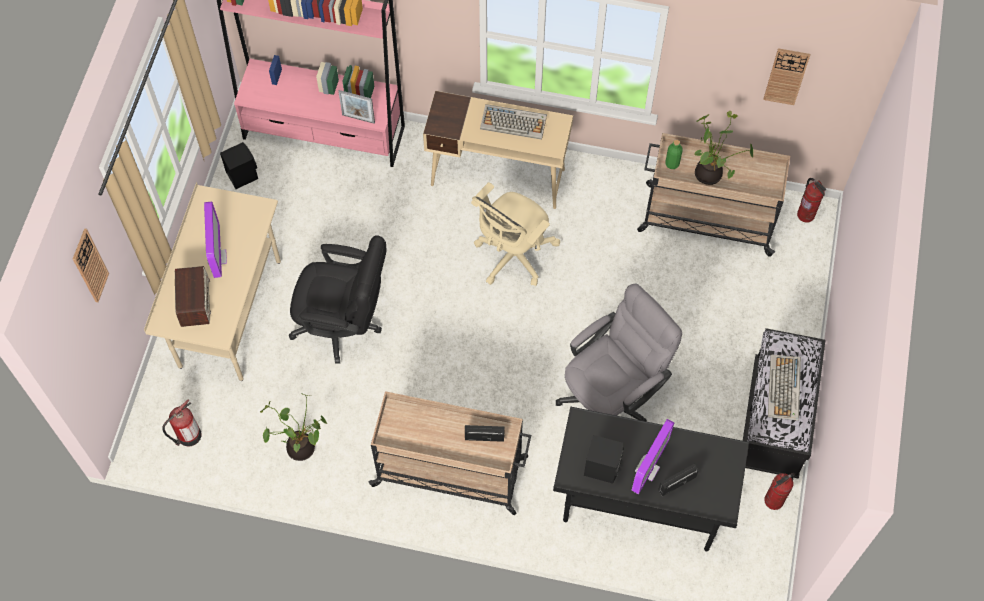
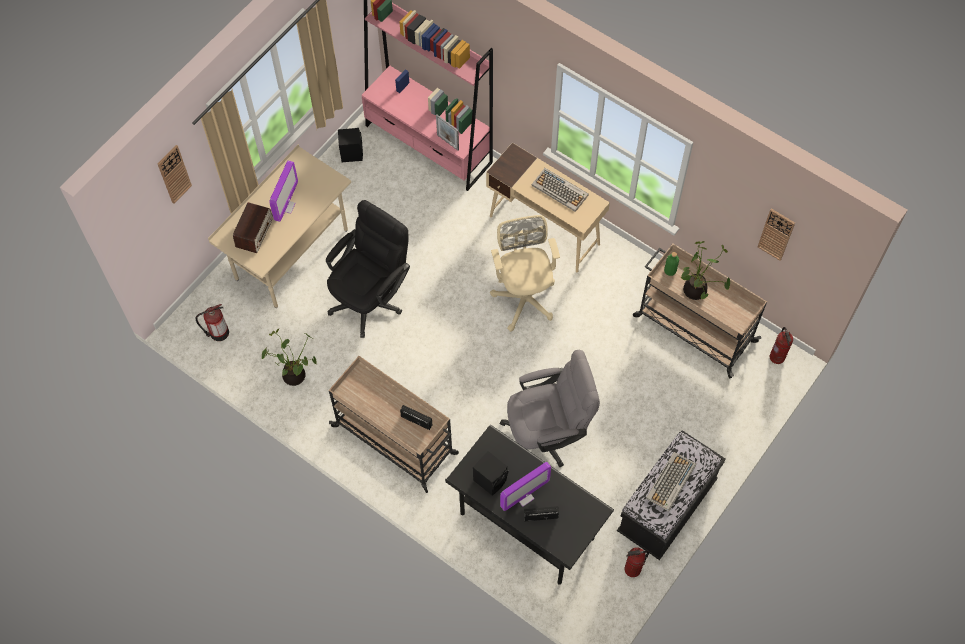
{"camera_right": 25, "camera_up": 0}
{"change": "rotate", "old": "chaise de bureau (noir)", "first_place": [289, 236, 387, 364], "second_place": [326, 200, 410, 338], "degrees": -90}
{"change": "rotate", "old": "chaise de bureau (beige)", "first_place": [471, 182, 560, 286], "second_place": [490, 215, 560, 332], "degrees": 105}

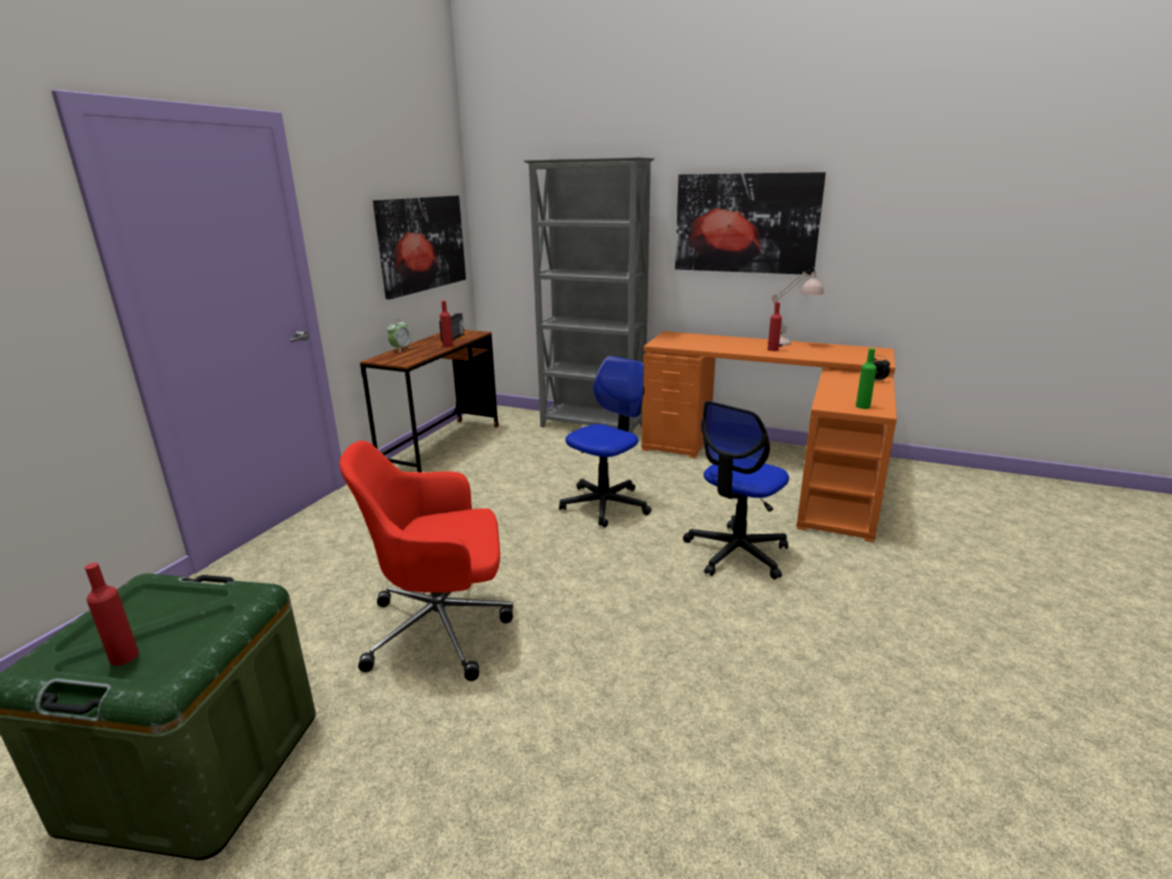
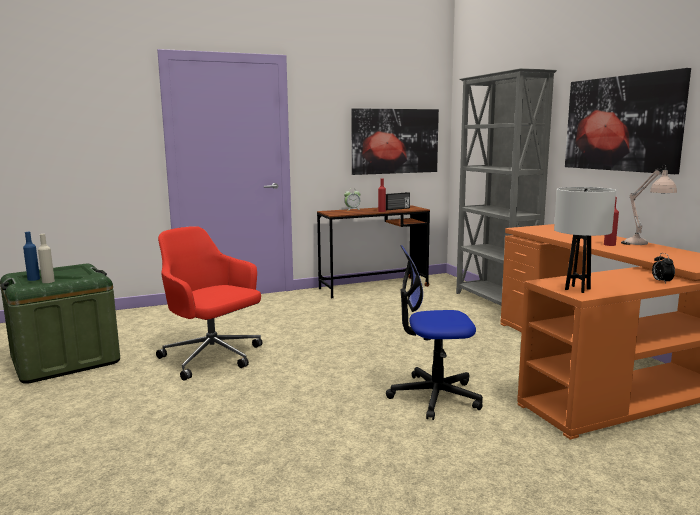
{"camera_right": 45, "camera_up": -10}
{"change": "recolor", "old": "bouteille (rouge)", "new": "bouteille (bleu)", "first_place": [85, 563, 139, 666], "second_place": [23, 232, 40, 281]}
{"change": "delete", "old": "chaise de bureau", "first_place": [559, 356, 652, 527]}
{"change": "replace", "old": "bouteille (vert)", "new": "lampe de table (blanc)", "first_place": [856, 348, 877, 409], "second_place": [554, 187, 616, 293]}
{"change": "insert", "new": "bouteille (beige)", "second_place": [38, 234, 55, 283]}

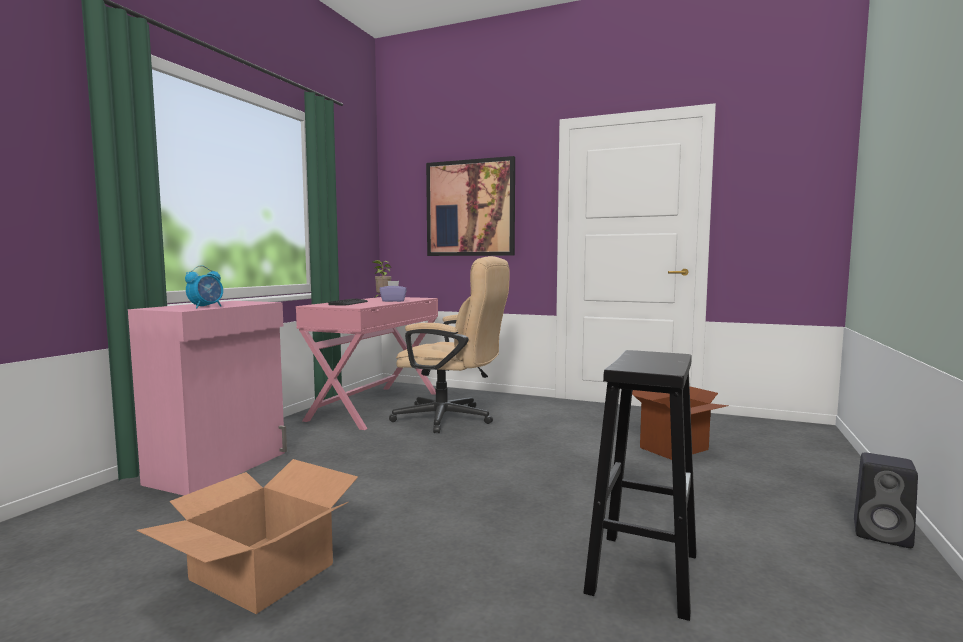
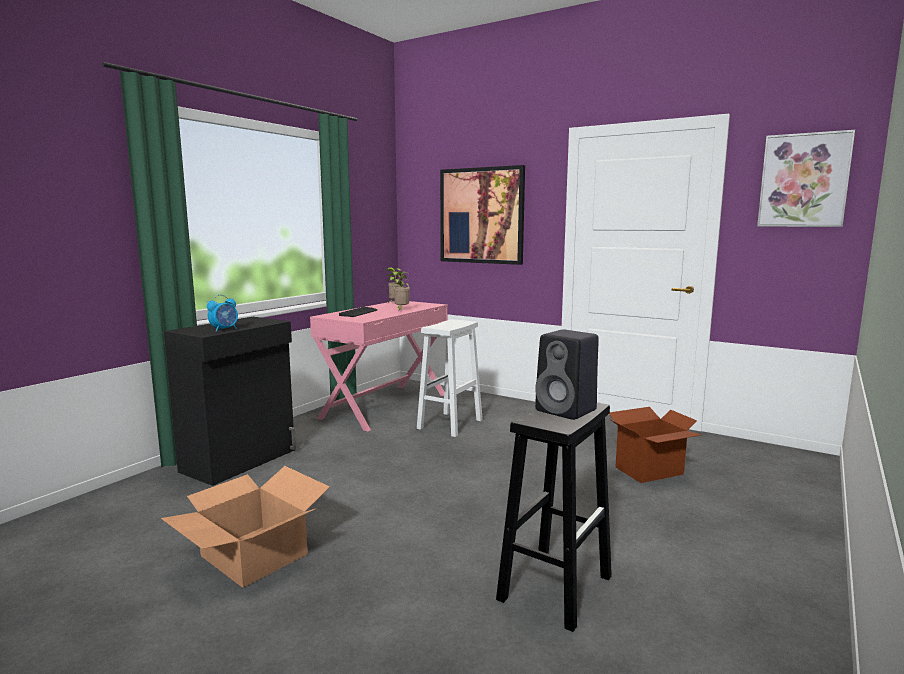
{"camera_right": 10, "camera_up": 5}
{"change": "recolor", "old": "meuble de rangement (rose)", "new": "meuble de rangement (noir)", "first_place": [128, 301, 287, 495], "second_place": [164, 317, 296, 486]}
{"change": "replace", "old": "boîte à mouchoirs (violet)", "new": "plante en pot", "first_place": [379, 281, 407, 302], "second_place": [392, 271, 410, 310]}
{"change": "replace", "old": "chaise de bureau (beige)", "new": "tabouret (blanc)", "first_place": [389, 256, 510, 433], "second_place": [417, 319, 483, 437]}
{"change": "move", "old": "enceinte (noir)", "first_place": [854, 452, 918, 548], "second_place": [535, 329, 599, 420]}
{"change": "insert", "new": "tableau", "second_place": [757, 130, 855, 227]}

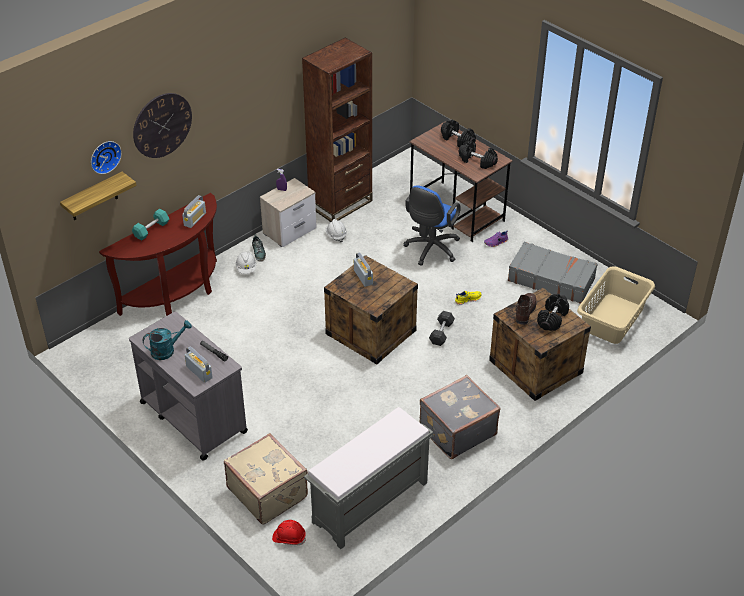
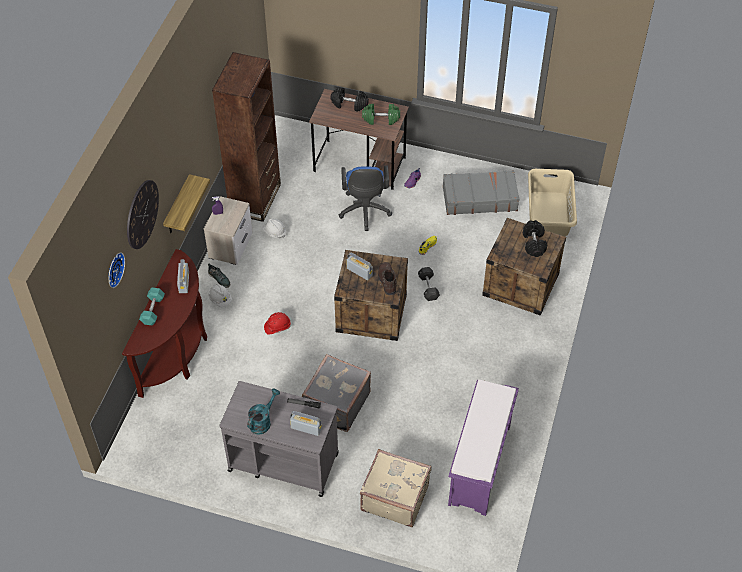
{"camera_right": -30, "camera_up": 10}
{"change": "move", "old": "étagère", "first_place": [60, 172, 136, 220], "second_place": [163, 174, 210, 233]}
{"change": "move", "old": "casque de chantier (rouge)", "first_place": [272, 520, 306, 545], "second_place": [264, 312, 291, 335]}
{"change": "recolor", "old": "banc (gris)", "new": "banc (violet)", "first_place": [304, 407, 434, 549], "second_place": [448, 380, 519, 516]}
{"change": "move", "old": "valise (gris)", "first_place": [419, 375, 501, 459], "second_place": [302, 354, 371, 432]}
{"change": "recolor", "old": "haltère (noir)", "new": "haltère (vert)", "first_place": [459, 141, 498, 169], "second_place": [362, 104, 400, 125]}
{"change": "move", "old": "botte (marron)", "first_place": [516, 293, 537, 325], "second_place": [378, 262, 397, 295]}

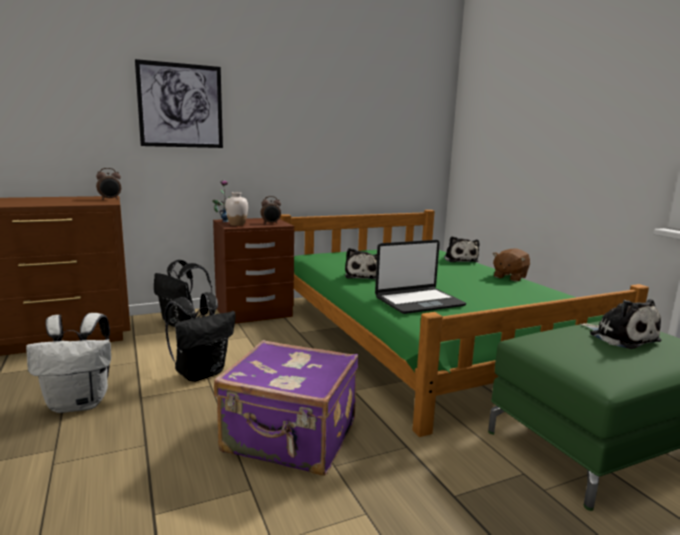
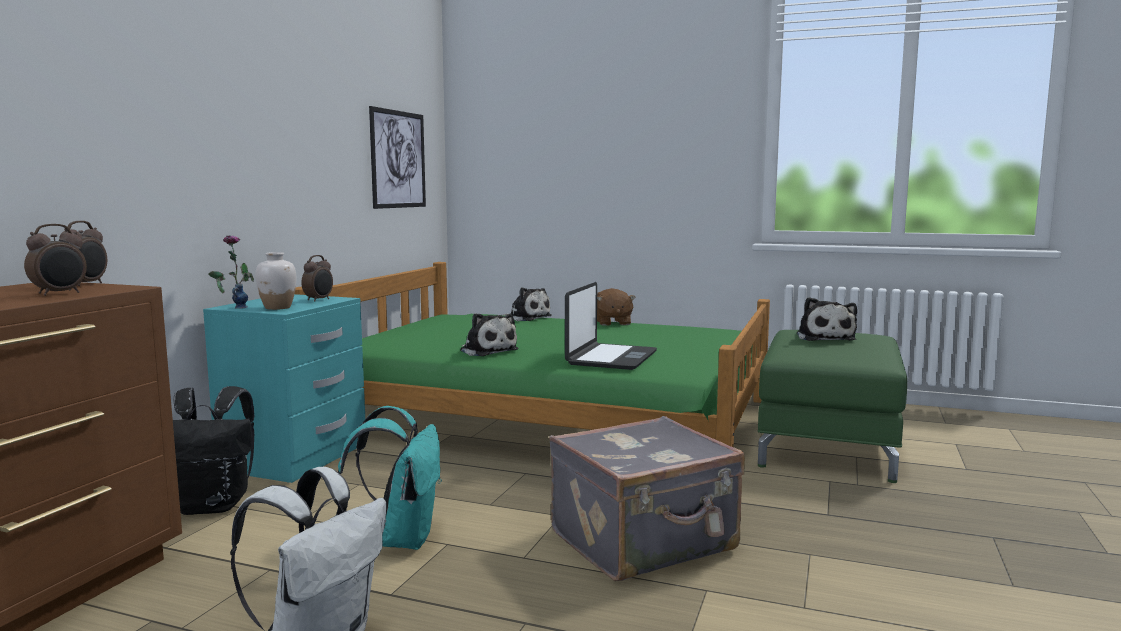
{"camera_right": -45, "camera_up": -5}
{"change": "move", "old": "tableau", "first_place": [135, 59, 223, 148], "second_place": [369, 106, 426, 209]}
{"change": "recolor", "old": "sac à dos (noir)", "new": "sac à dos (turquoise)", "first_place": [165, 292, 236, 382], "second_place": [338, 406, 442, 550]}
{"change": "recolor", "old": "table de chevet (marron)", "new": "table de chevet (turquoise)", "first_place": [213, 218, 294, 324], "second_place": [203, 294, 365, 483]}
{"change": "recolor", "old": "valise (violet)", "new": "valise (gris)", "first_place": [214, 340, 358, 476], "second_place": [549, 416, 745, 581]}
{"change": "rotate", "old": "peluche", "first_place": [580, 299, 661, 349], "second_place": [797, 297, 857, 341], "degrees": 75}
{"change": "insert", "new": "réveil", "second_place": [24, 224, 87, 296]}

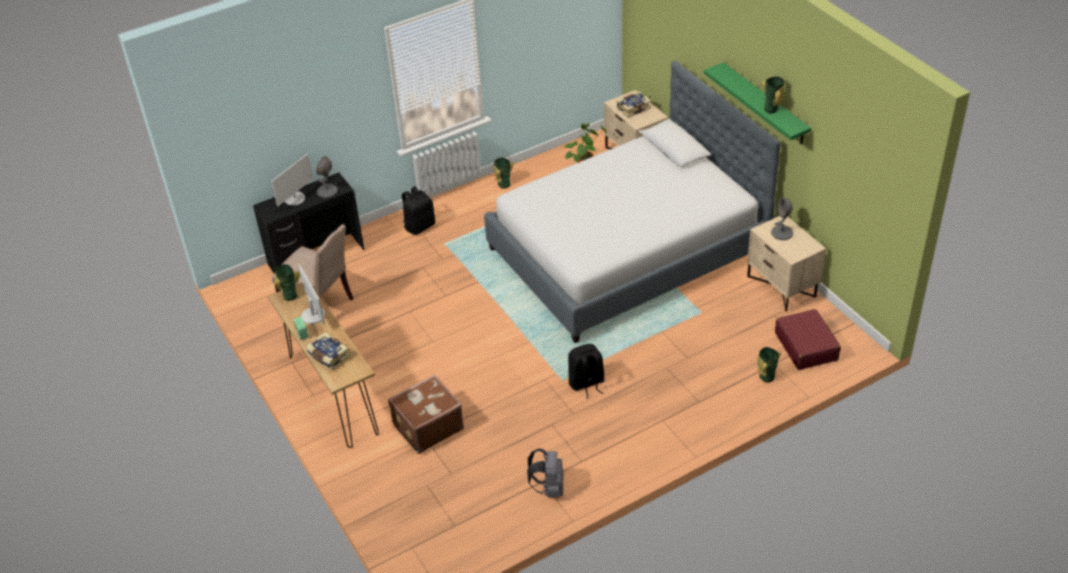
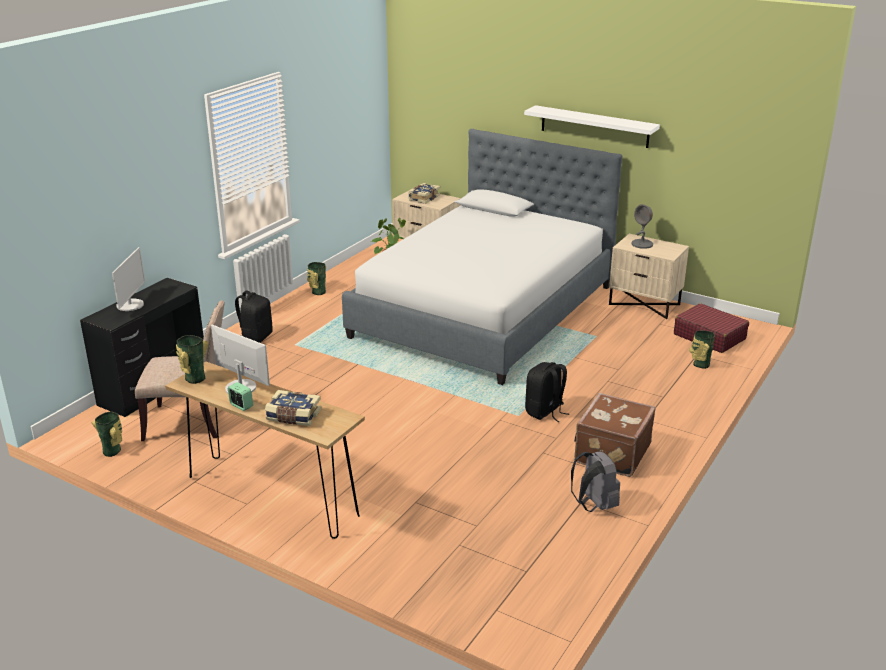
{"camera_right": -30, "camera_up": -15}
{"change": "delete", "old": "lampe de table (gris)", "first_place": [316, 156, 338, 198]}
{"change": "move", "old": "valise (marron)", "first_place": [388, 374, 464, 454], "second_place": [574, 393, 656, 477]}
{"change": "recolor", "old": "étagère (vert)", "new": "étagère (blanc)", "first_place": [704, 62, 811, 145], "second_place": [524, 105, 660, 148]}
{"change": "move", "old": "vase", "first_place": [762, 76, 785, 114], "second_place": [92, 412, 122, 457]}

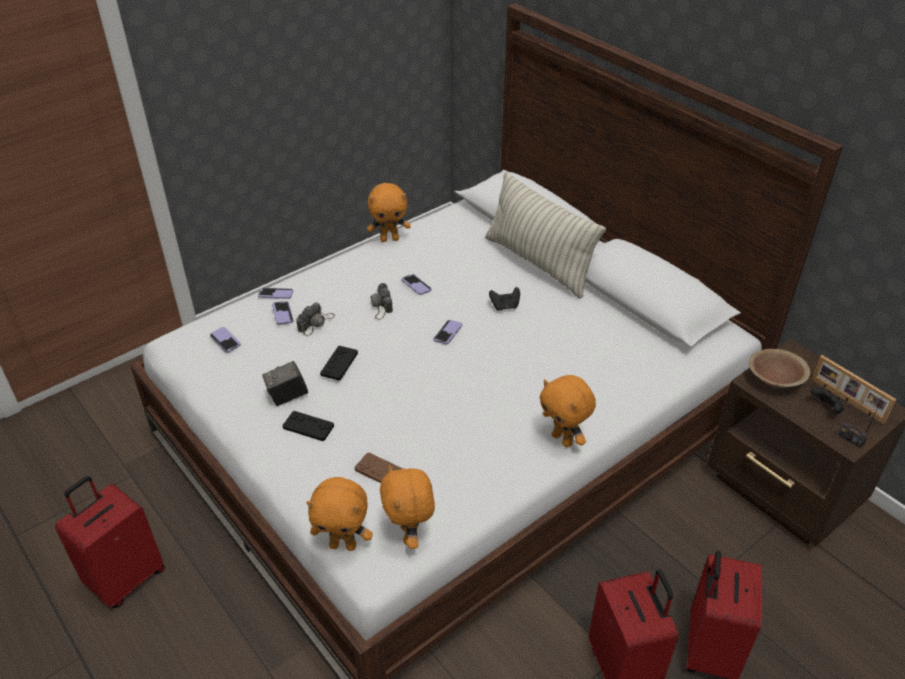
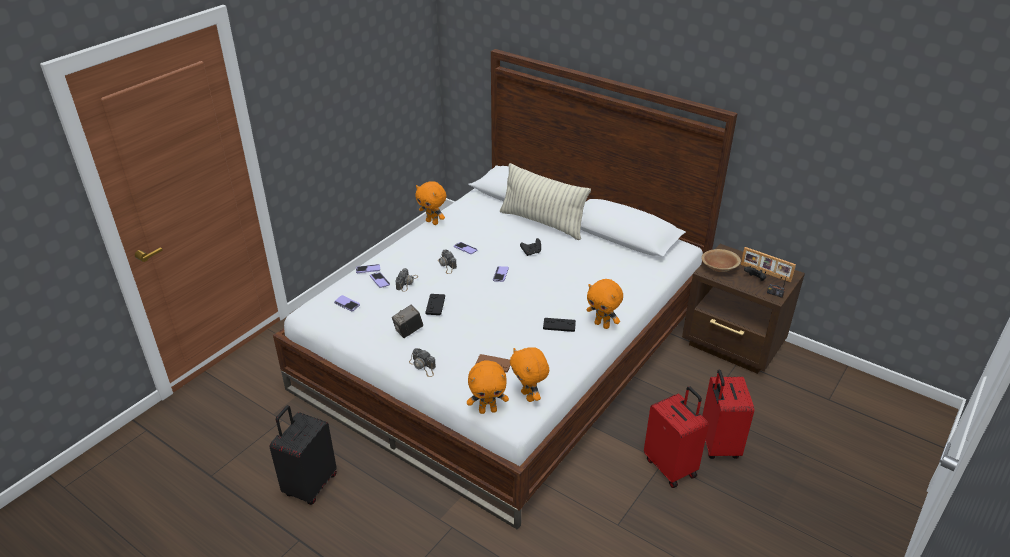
{"camera_right": -15, "camera_up": -5}
{"change": "recolor", "old": "valise (rouge)", "new": "valise (noir)", "first_place": [55, 476, 165, 608], "second_place": [270, 405, 337, 505]}
{"change": "move", "old": "manette (noir)", "first_place": [282, 411, 334, 441], "second_place": [543, 318, 576, 332]}
{"change": "rotate", "old": "peluche (orange)", "first_place": [367, 183, 411, 242], "second_place": [415, 181, 446, 225], "degrees": 60}
{"change": "insert", "new": "appareil photo", "second_place": [409, 348, 436, 377]}

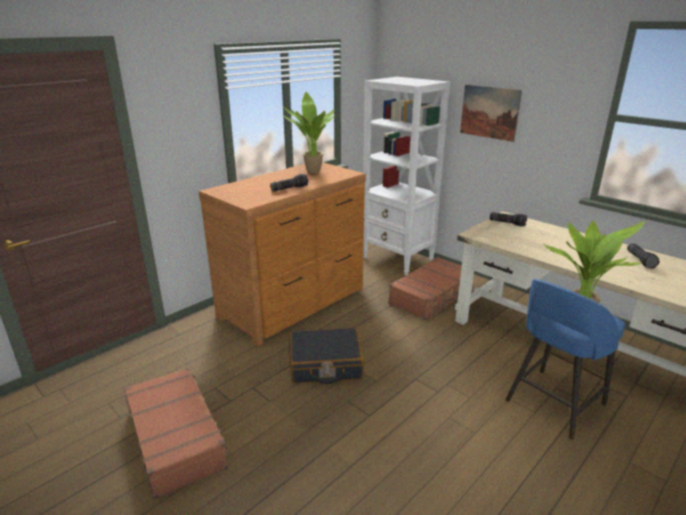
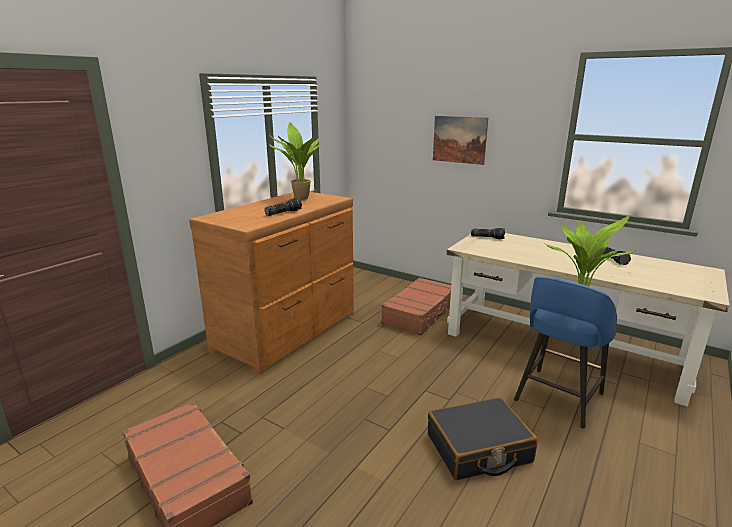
{"camera_right": -10, "camera_up": -5}
{"change": "move", "old": "valise (noir)", "first_place": [289, 328, 364, 384], "second_place": [428, 397, 537, 480]}
{"change": "delete", "old": "bibliothèque (blanc)", "first_place": [363, 77, 450, 275]}

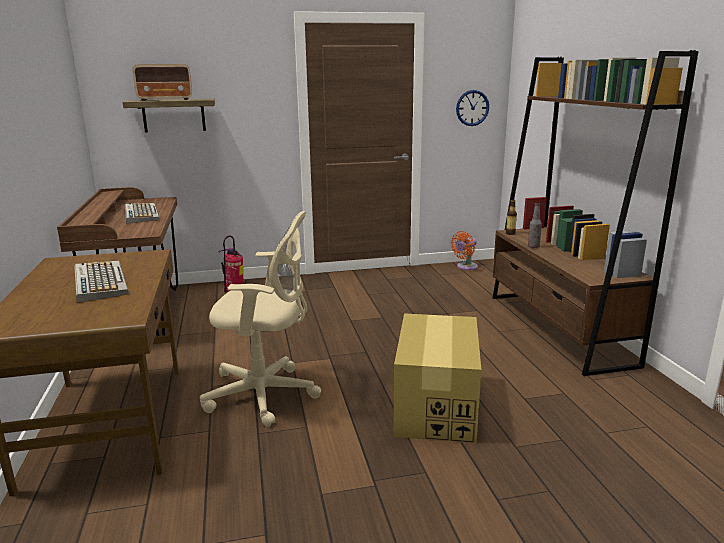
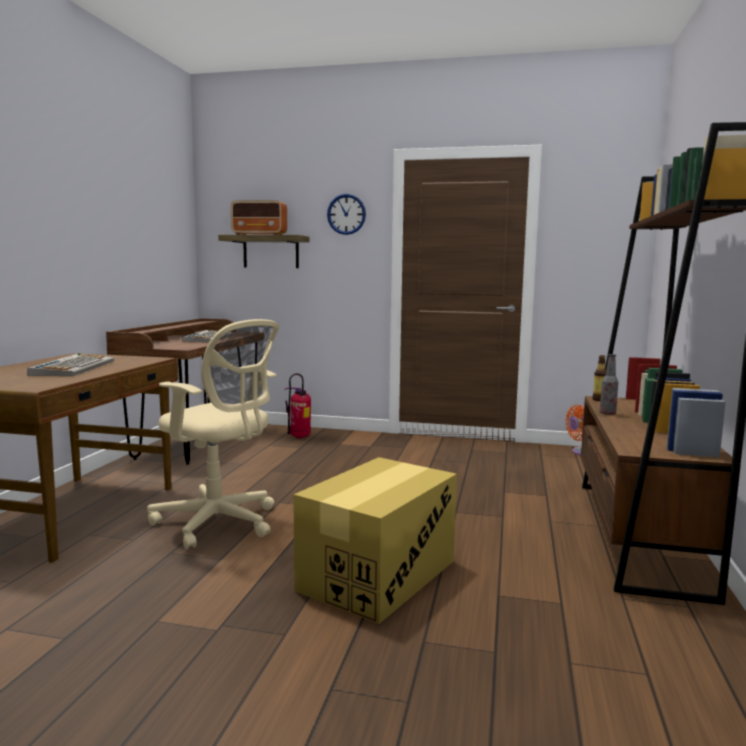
{"camera_right": 25, "camera_up": -10}
{"change": "move", "old": "horloge murale", "first_place": [456, 90, 489, 126], "second_place": [327, 194, 366, 235]}

